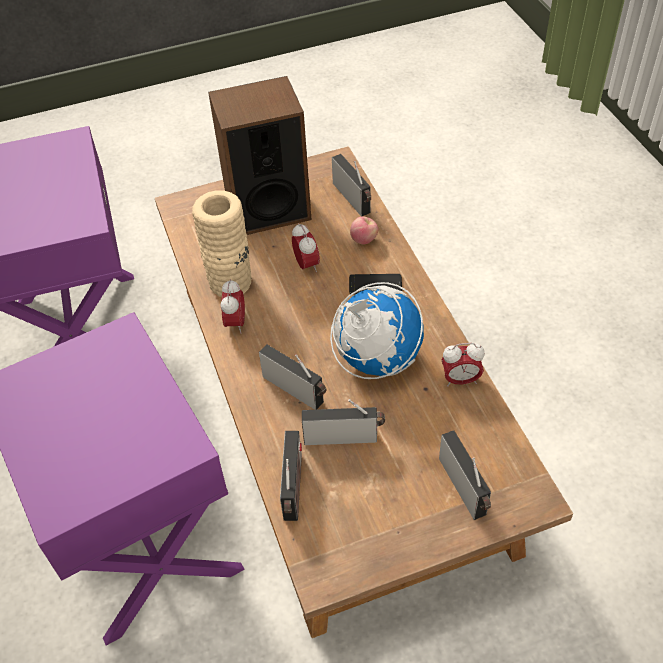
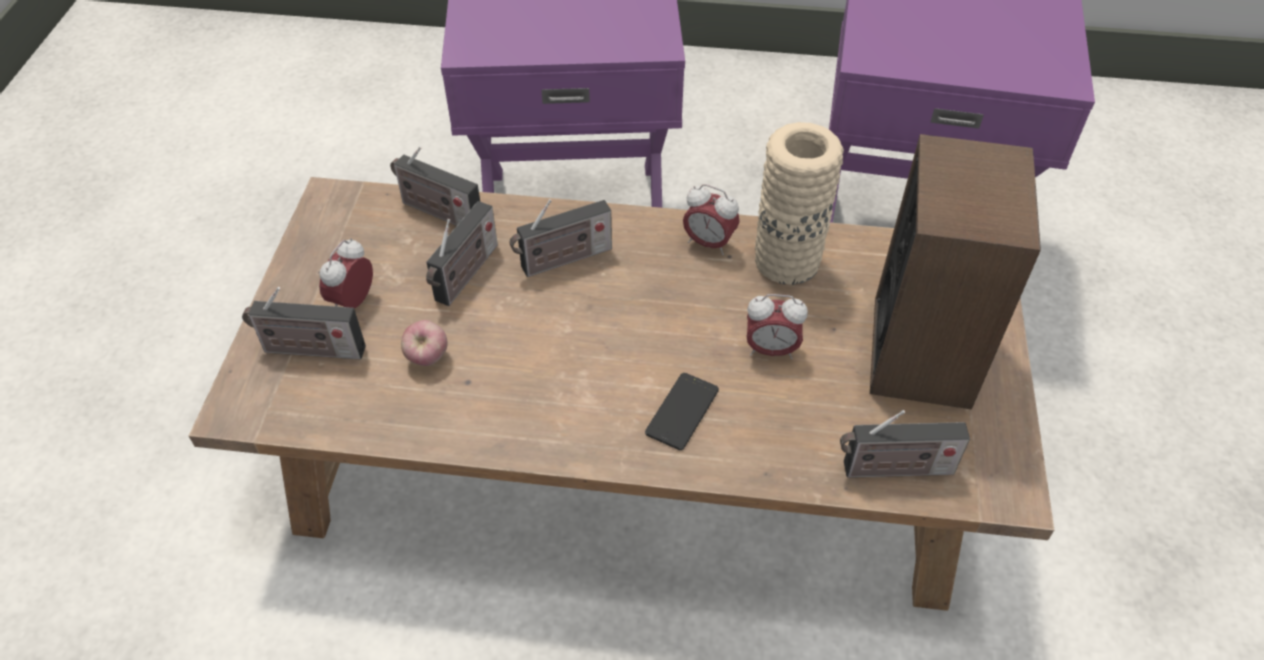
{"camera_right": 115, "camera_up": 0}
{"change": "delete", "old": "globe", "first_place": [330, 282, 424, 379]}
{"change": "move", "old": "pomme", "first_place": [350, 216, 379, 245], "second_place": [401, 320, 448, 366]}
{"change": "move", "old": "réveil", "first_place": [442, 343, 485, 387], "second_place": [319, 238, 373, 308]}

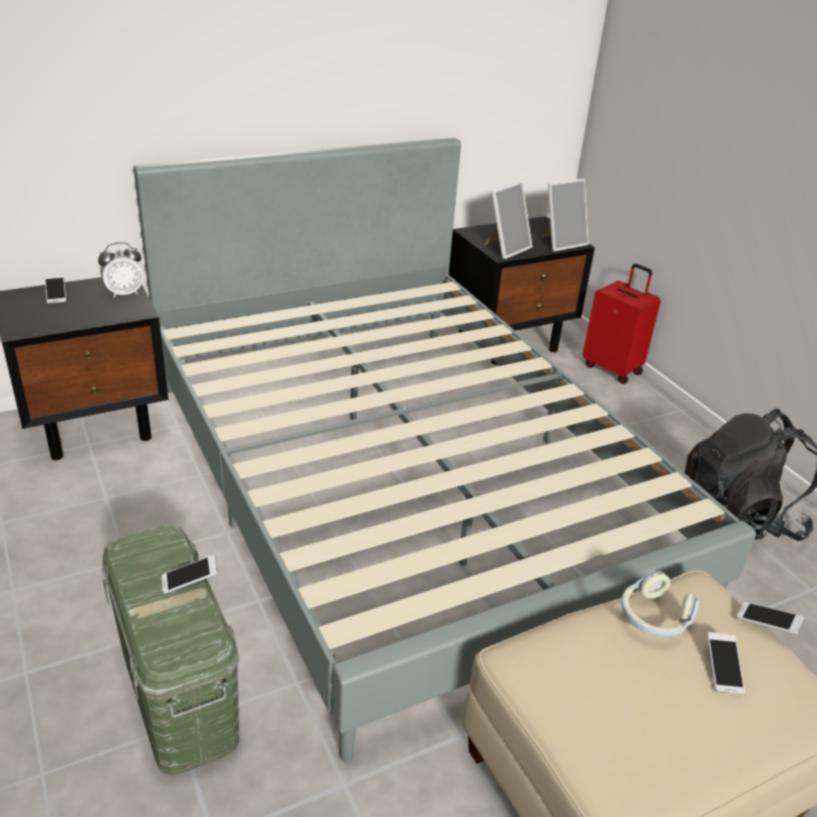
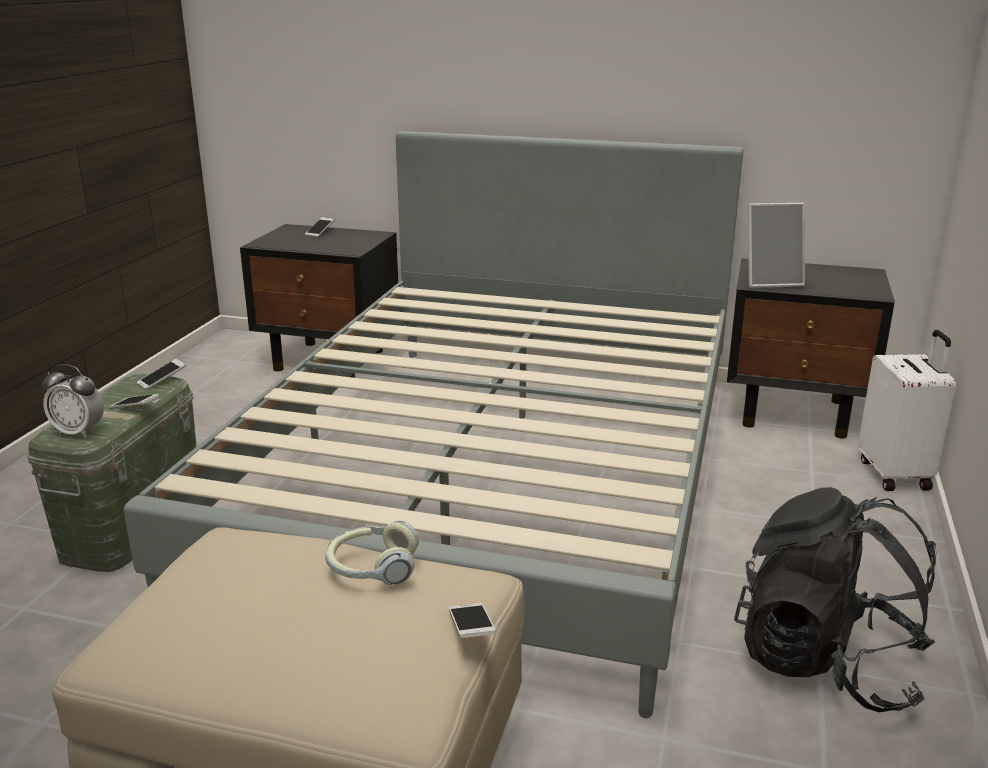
{"camera_right": 45, "camera_up": -10}
{"change": "move", "old": "réveil", "first_place": [98, 242, 143, 298], "second_place": [42, 364, 104, 438]}
{"change": "delete", "old": "cadre photo", "first_place": [542, 179, 589, 252]}
{"change": "recolor", "old": "valise (rouge)", "new": "valise (blanc)", "first_place": [583, 264, 661, 384], "second_place": [858, 330, 956, 491]}
{"change": "move", "old": "téléphone", "first_place": [707, 632, 745, 695], "second_place": [136, 359, 186, 390]}

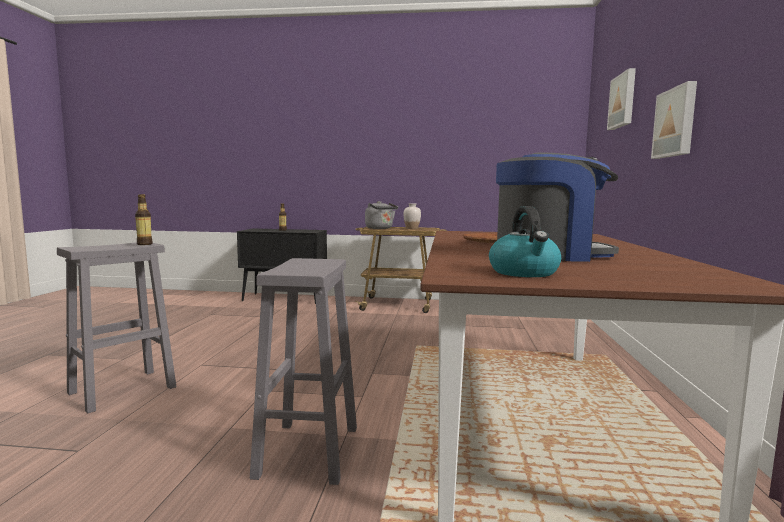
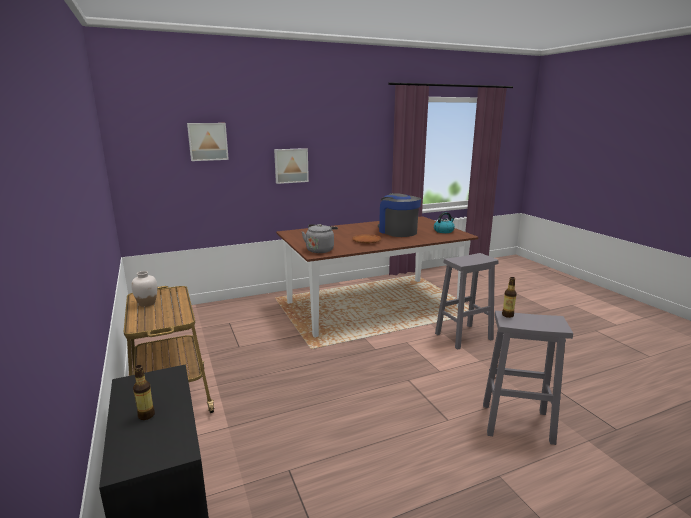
{"camera_right": -120, "camera_up": 10}
{"change": "move", "old": "bouilloire (gris)", "first_place": [365, 201, 398, 229], "second_place": [302, 224, 338, 253]}

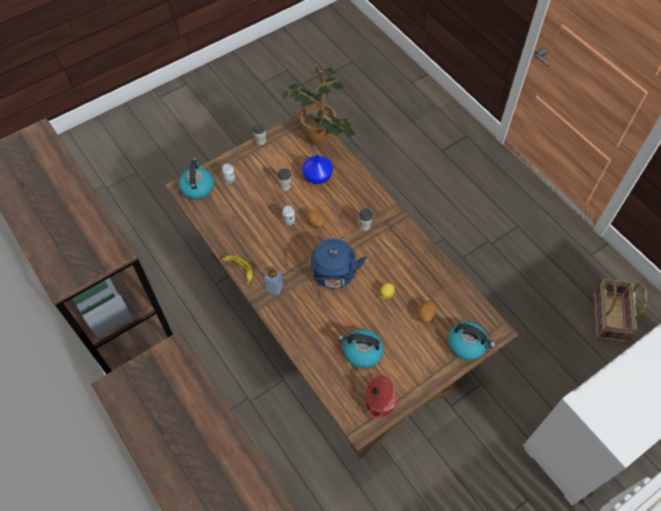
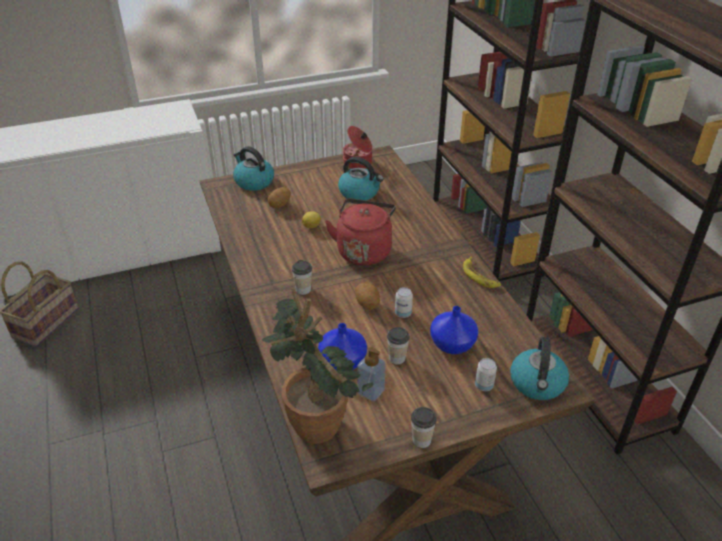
{"camera_right": -165, "camera_up": -20}
{"change": "move", "old": "distributeur de savon", "first_place": [264, 266, 283, 295], "second_place": [357, 347, 386, 401]}
{"change": "recolor", "old": "bouilloire (bleu)", "new": "bouilloire (rouge)", "first_place": [311, 238, 366, 289], "second_place": [325, 199, 396, 266]}
{"change": "insert", "new": "vase (bleu)", "second_place": [430, 306, 478, 354]}

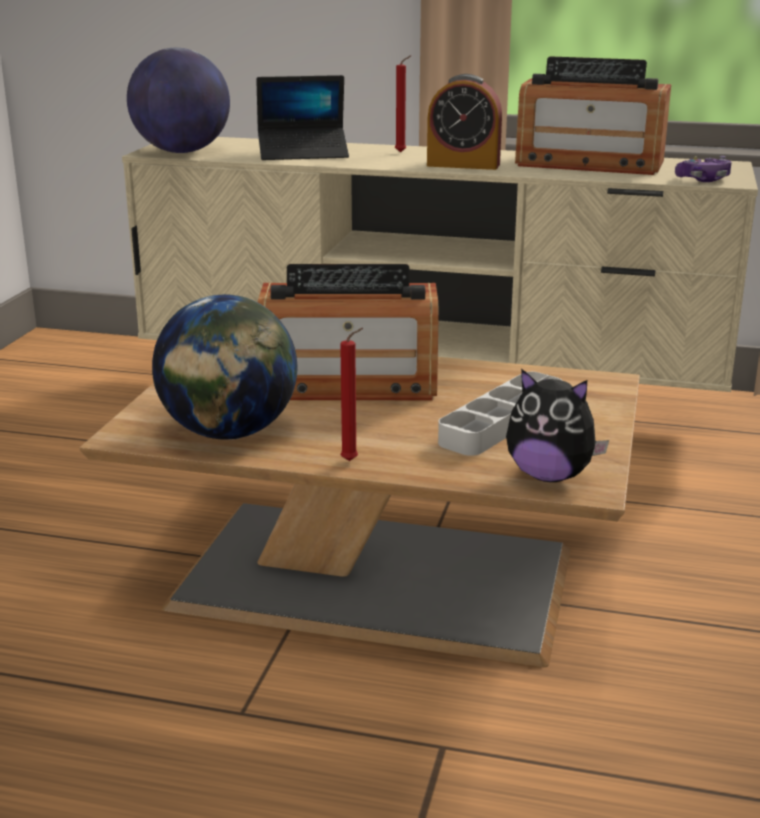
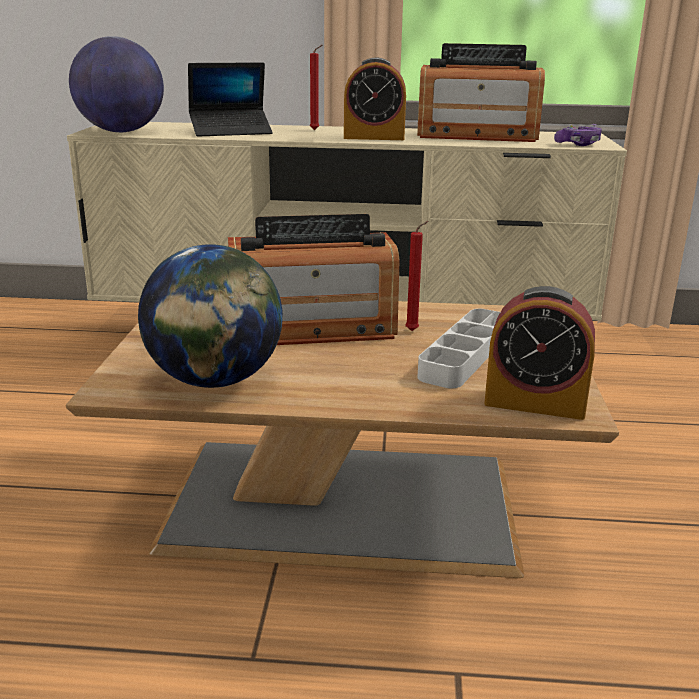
{"camera_right": -10, "camera_up": 0}
{"change": "move", "old": "bougie (rouge)", "first_place": [340, 328, 363, 461], "second_place": [405, 221, 429, 331]}
{"change": "replace", "old": "peluche", "new": "réveil", "first_place": [506, 369, 609, 482], "second_place": [484, 286, 595, 420]}

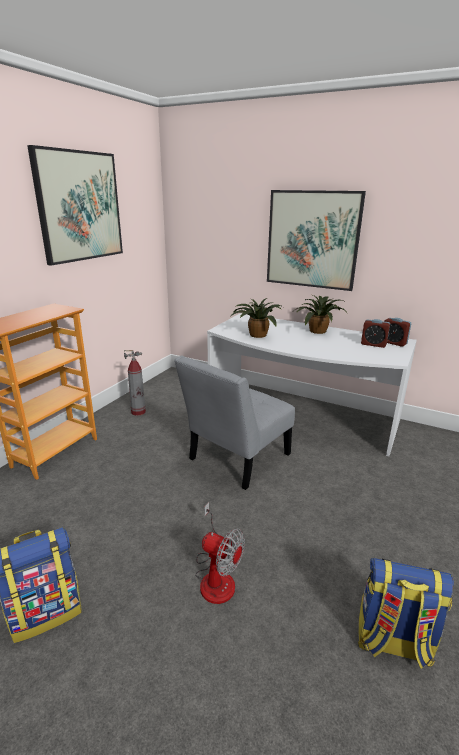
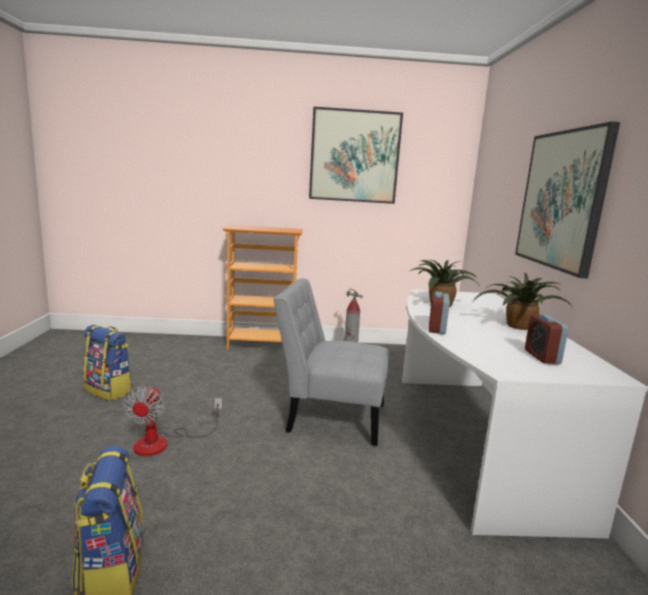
{"camera_right": 60, "camera_up": -10}
{"change": "move", "old": "réveil", "first_place": [384, 318, 411, 347], "second_place": [429, 291, 450, 334]}

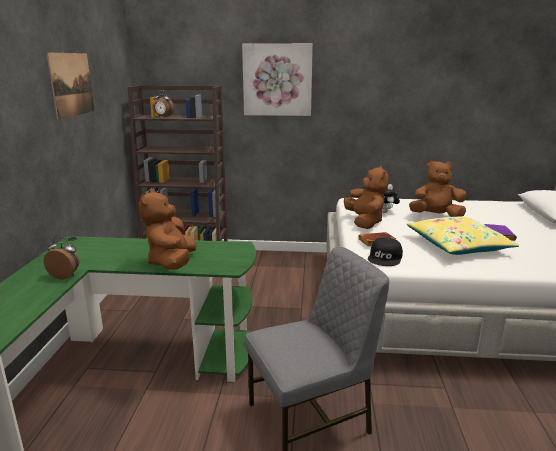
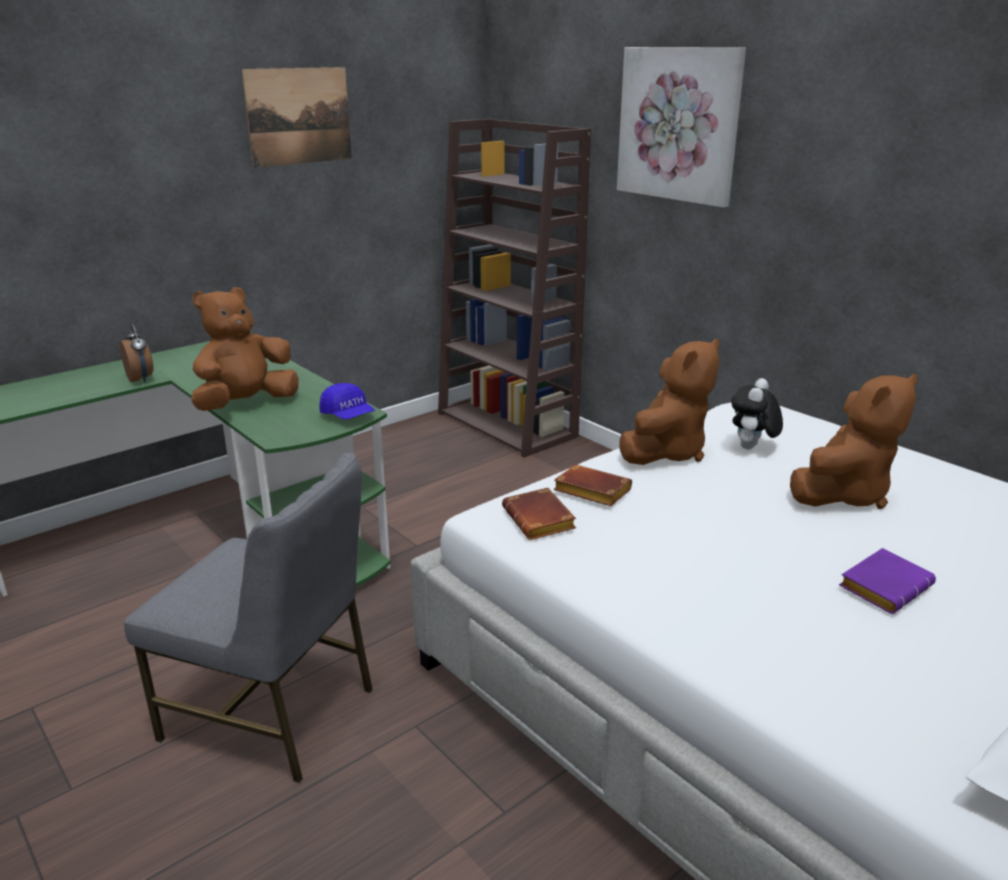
{"camera_right": 45, "camera_up": 5}
{"change": "delete", "old": "réveil", "first_place": [154, 90, 174, 117]}
{"change": "replace", "old": "casquette (noir)", "new": "livre (marron)", "first_place": [368, 237, 403, 266], "second_place": [502, 488, 576, 540]}
{"change": "delete", "old": "coussin (jaune)", "first_place": [407, 217, 519, 255]}
{"change": "rotate", "old": "peluche (marron)", "first_place": [409, 160, 467, 217], "second_place": [790, 374, 918, 509], "degrees": 90}
{"change": "insert", "new": "casquette (bleu)", "second_place": [320, 383, 375, 420]}

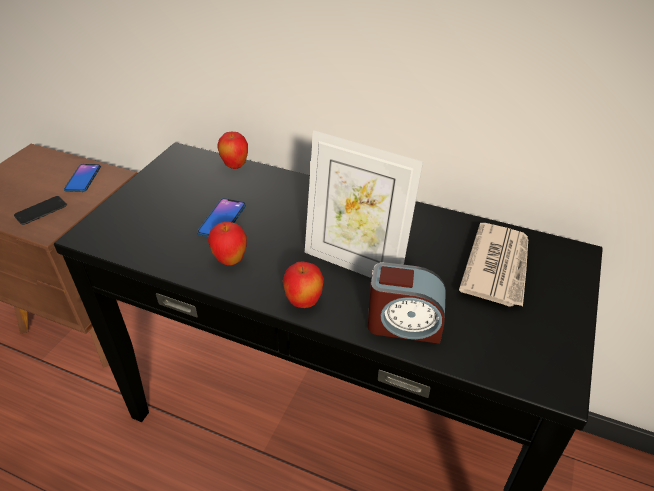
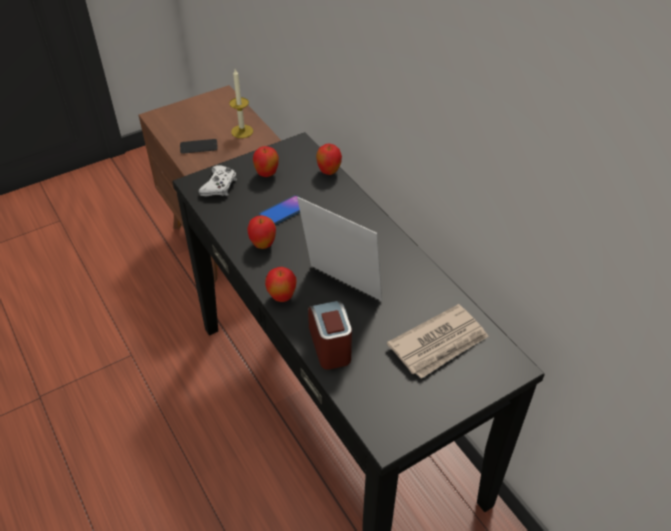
{"camera_right": 35, "camera_up": 5}
{"change": "replace", "old": "téléphone", "new": "bougie", "first_place": [64, 164, 101, 192], "second_place": [229, 69, 253, 138]}
{"change": "rotate", "old": "cadre photo", "first_place": [305, 130, 423, 278], "second_place": [297, 197, 382, 301], "degrees": 150}
{"change": "rotate", "old": "réveil", "first_place": [368, 262, 446, 344], "second_place": [308, 301, 352, 370], "degrees": -150}
{"change": "insert", "new": "manette (blanc)", "second_place": [199, 165, 237, 196]}
{"change": "insert", "new": "pomme", "second_place": [253, 146, 279, 177]}

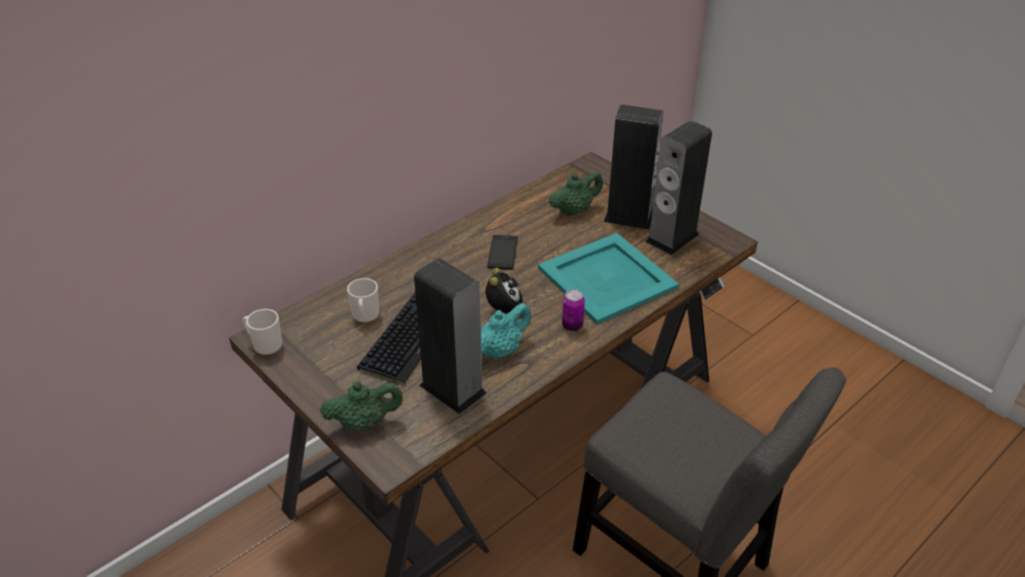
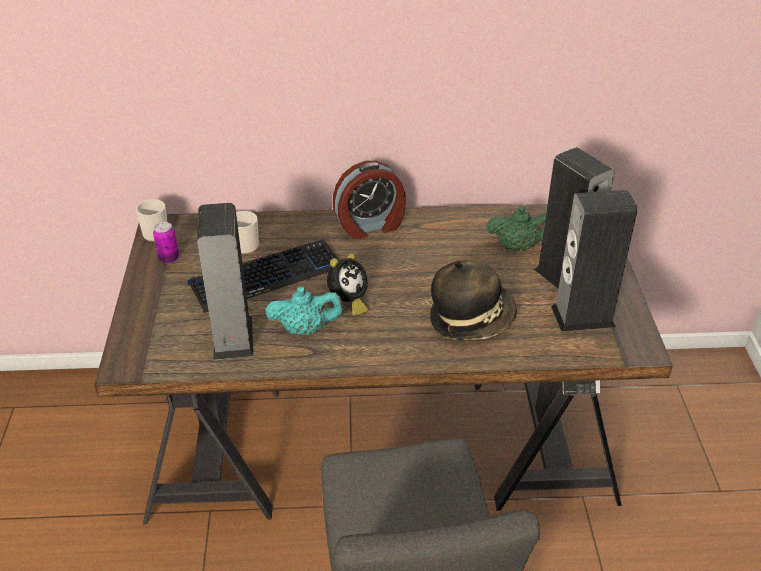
{"camera_right": 40, "camera_up": 0}
{"change": "delete", "old": "théière (vert)", "first_place": [320, 381, 403, 431]}
{"change": "delete", "old": "téléphone", "first_place": [487, 235, 518, 270]}
{"change": "replace", "old": "plateau (turquoise)", "new": "chapeau", "first_place": [538, 233, 679, 324], "second_place": [430, 260, 517, 340]}
{"change": "move", "old": "boîte métallique", "first_place": [562, 289, 585, 331], "second_place": [153, 222, 179, 263]}
{"change": "insert", "new": "réveil", "second_place": [333, 161, 406, 239]}

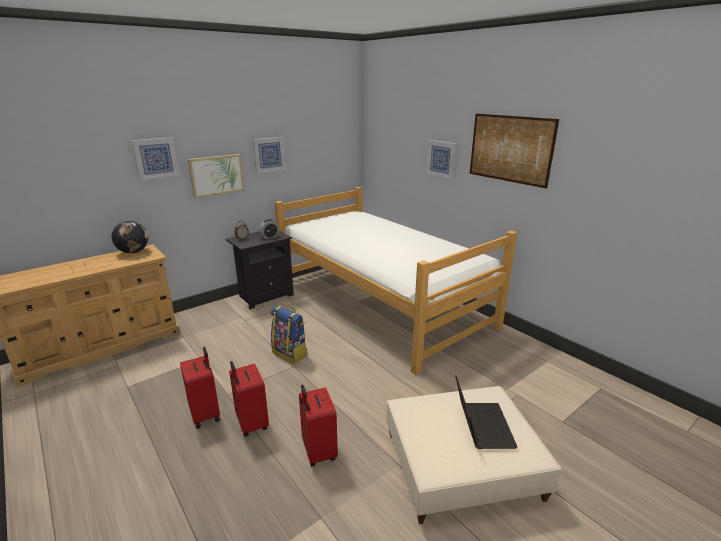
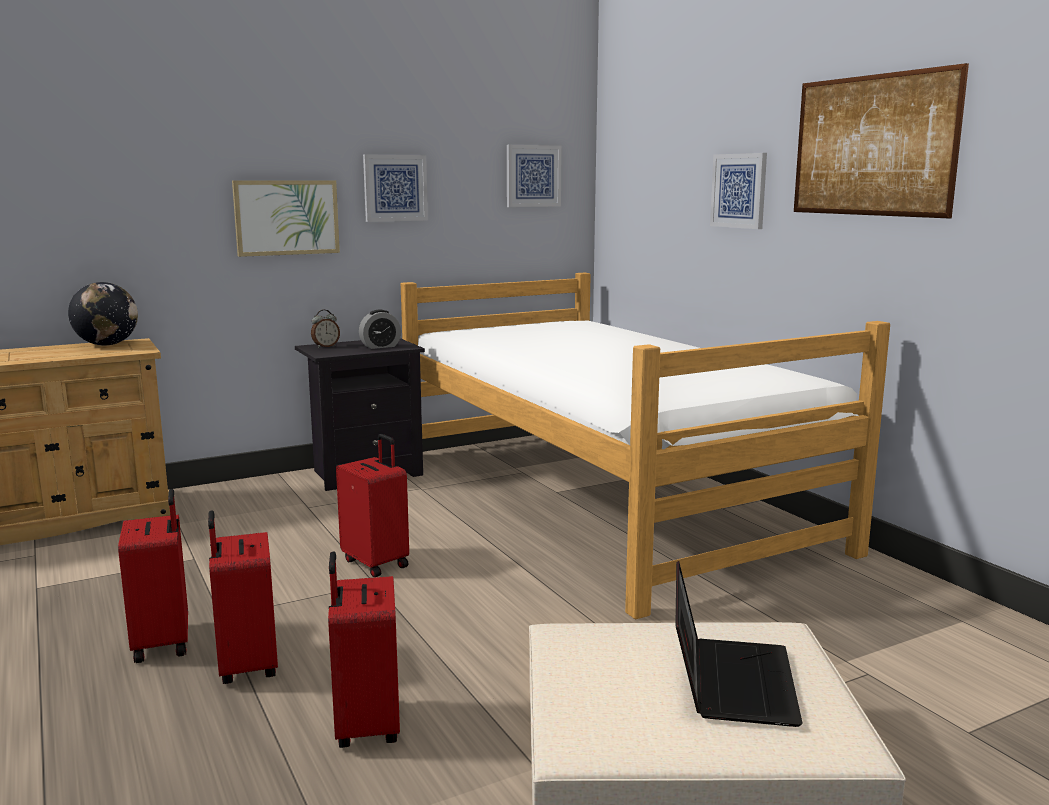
{"camera_right": 10, "camera_up": -10}
{"change": "move", "old": "tableau", "first_place": [131, 137, 180, 180], "second_place": [507, 145, 562, 207]}
{"change": "replace", "old": "sac à dos", "new": "valise (rouge)", "first_place": [271, 305, 307, 363], "second_place": [336, 434, 409, 577]}

